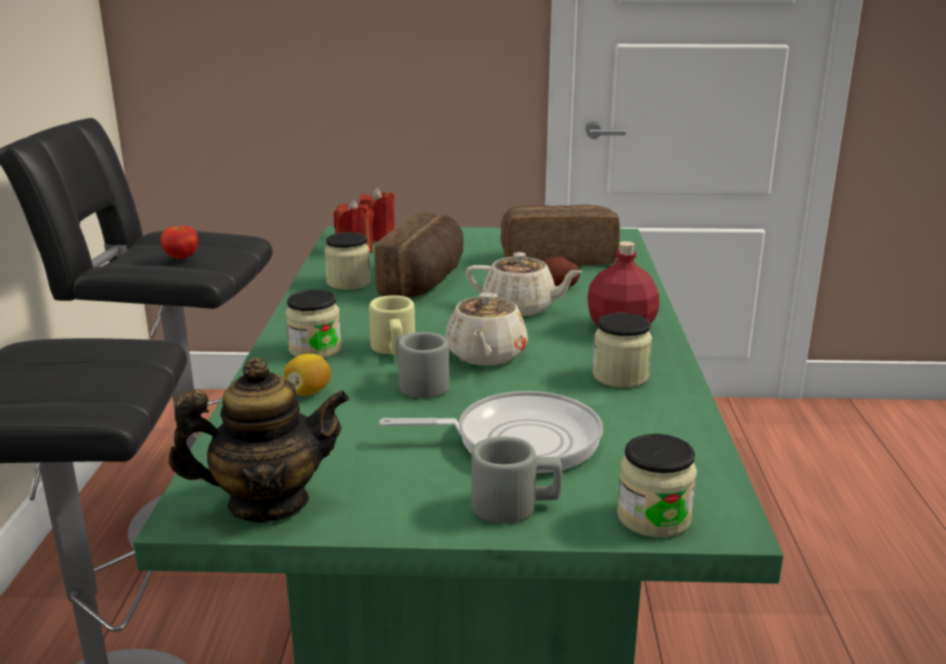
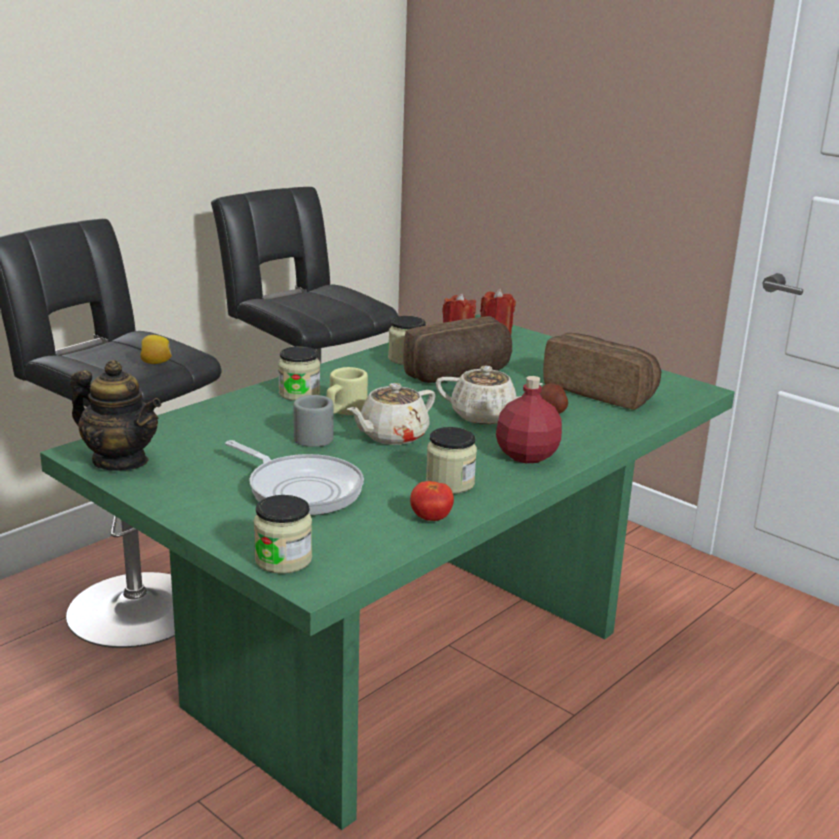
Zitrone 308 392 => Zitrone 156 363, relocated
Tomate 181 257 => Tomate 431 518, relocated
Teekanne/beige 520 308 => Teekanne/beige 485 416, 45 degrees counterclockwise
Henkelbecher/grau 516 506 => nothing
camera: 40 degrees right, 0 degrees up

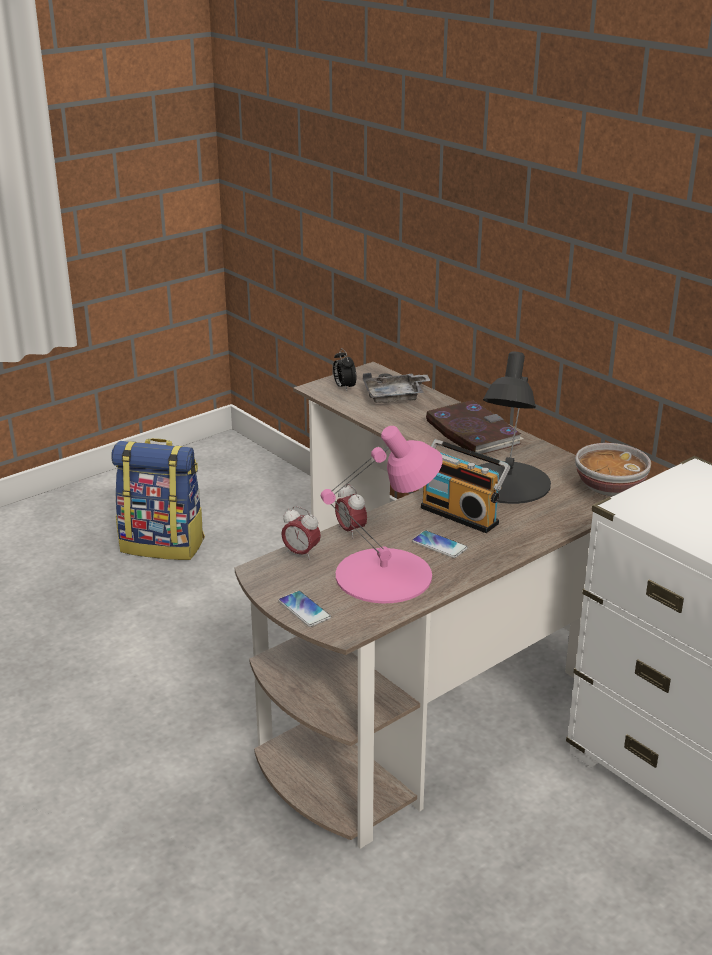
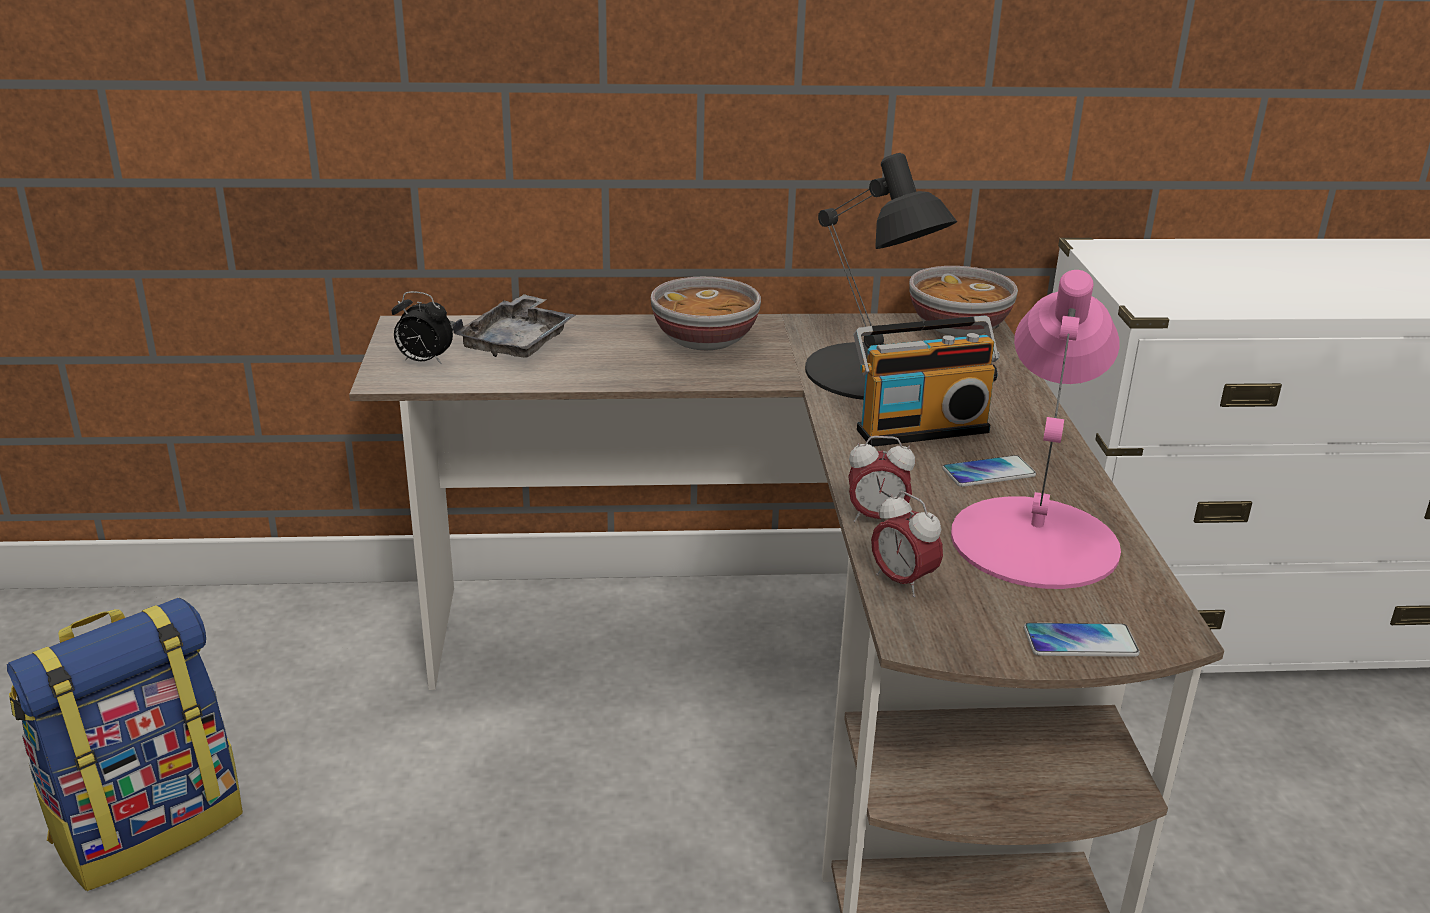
Buch 472 433 => Schüssel 705 340
Wecker 301 553 => Wecker 902 582, 75 degrees clockwise
camera: 55 degrees left, 0 degrees up

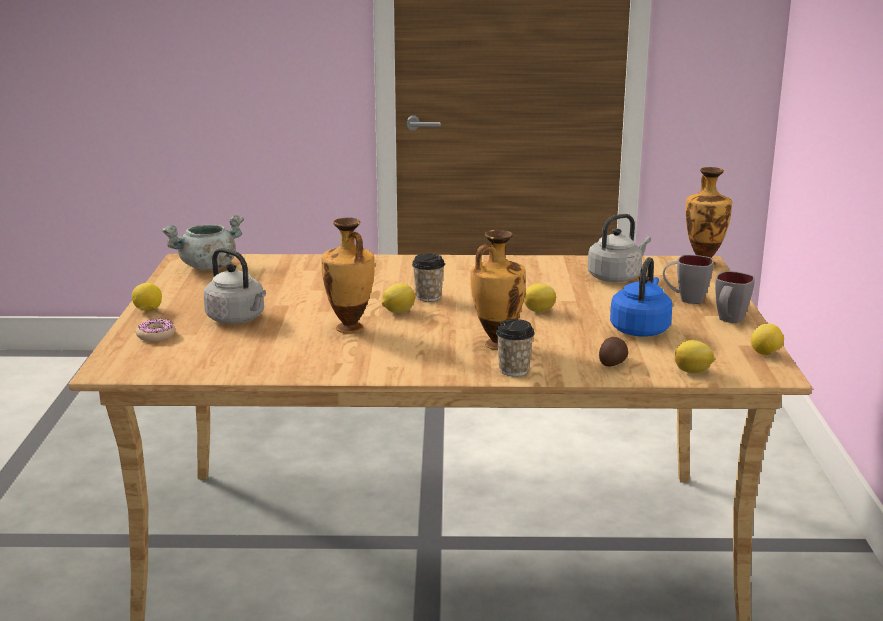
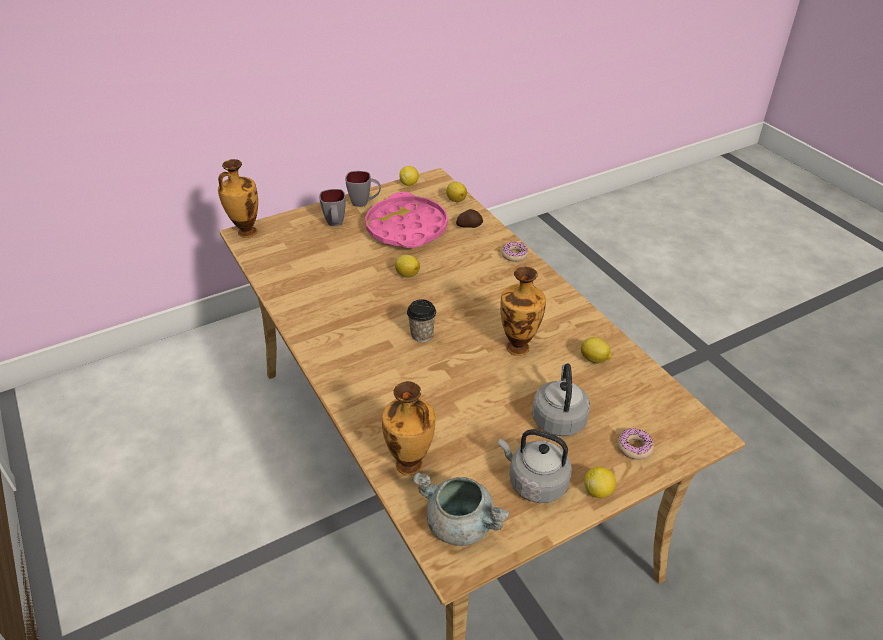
Wasserkessel/blau 640 329 => Tablett/rosa 406 228
Vase 496 344 => Vase 410 466, relocated
Wasserkessel/grau 616 277 => Wasserkessel/grau 534 482, relocated
Tasse 514 370 => Donut 514 255
Zitrone 398 311 => Zitrone 594 359, relocated
camera: 120 degrees left, 20 degrees up

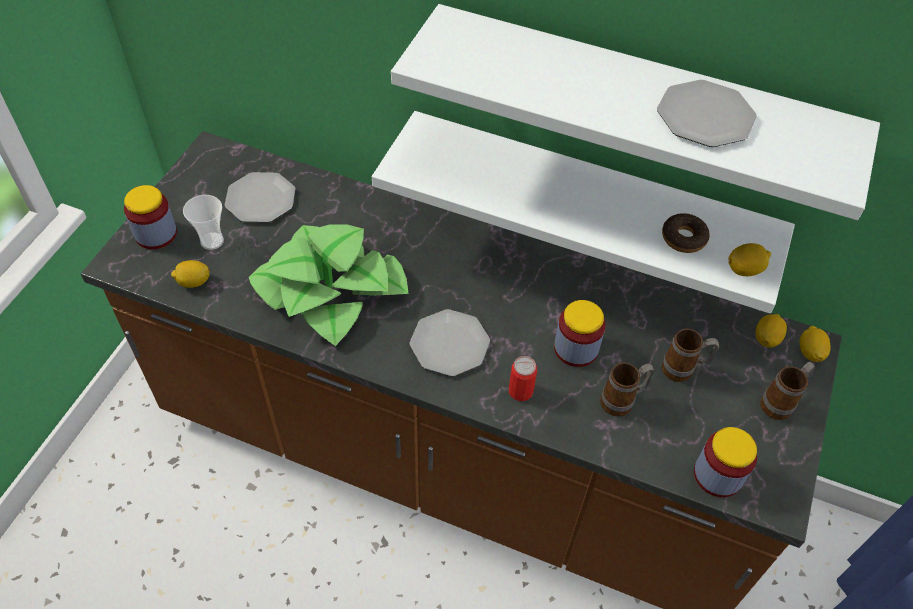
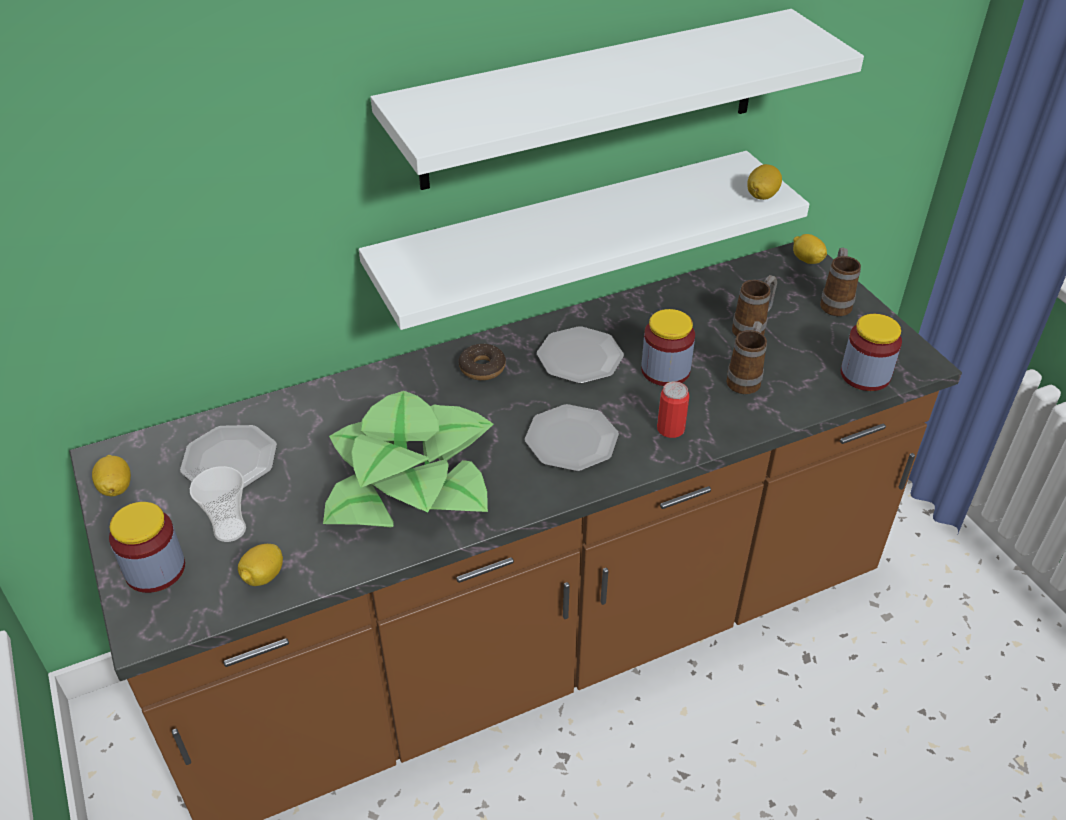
Zitrone 766 338 => Zitrone 116 487, relocated
Donut 683 238 => Donut 482 368, relocated
Teller 704 117 => Teller 580 358, relocated
camera: 45 degrees left, 10 degrees down

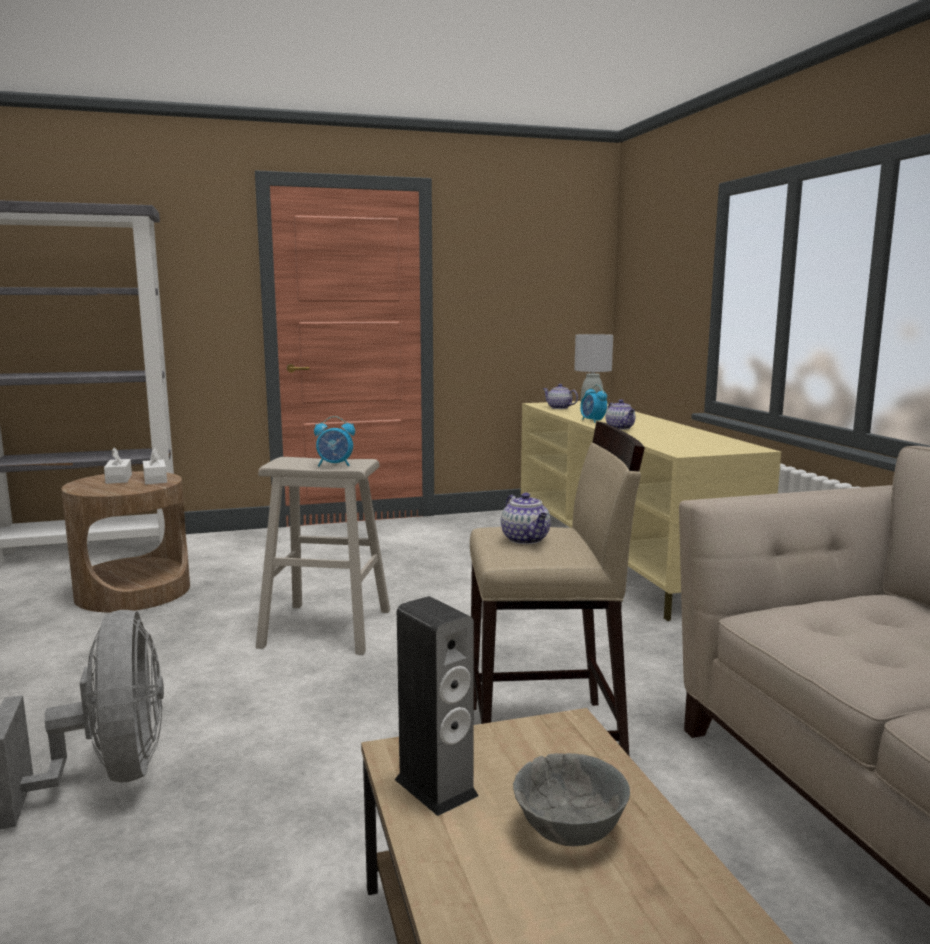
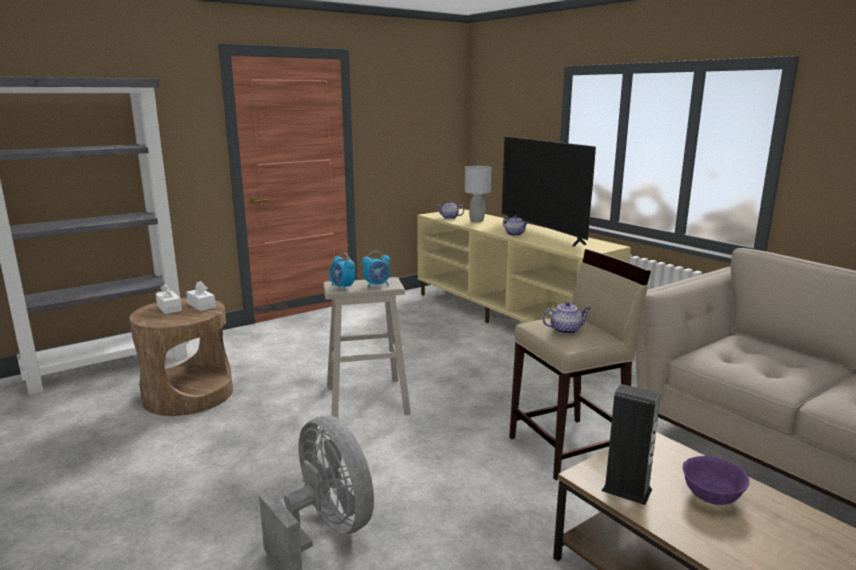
Wecker 592 421 => Wecker 342 287, relocated
nothing => Fernseher 541 233
Teekanne 526 540 => Teekanne 566 330, 60 degrees counterclockwise
Schüssel/grau 569 830 => Schüssel/lila 711 497
camera: 20 degrees left, 5 degrees up

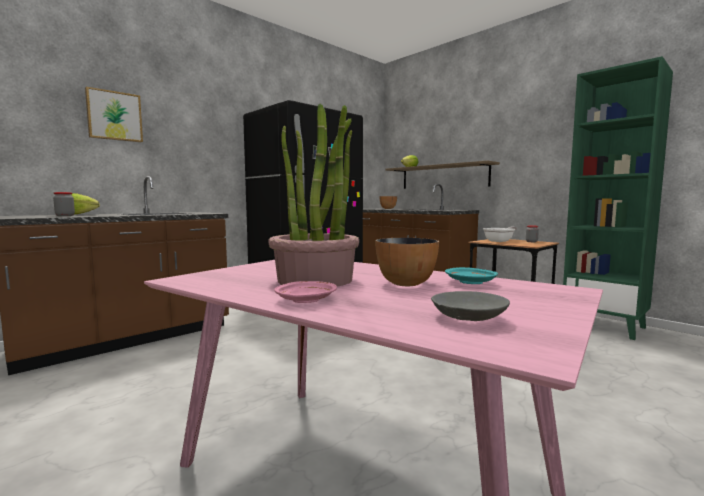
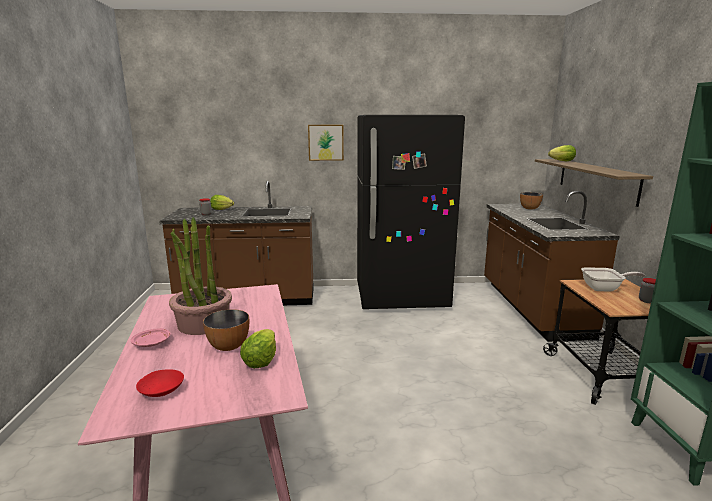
Schüssel/grau 467 317 => Schüssel/rot 161 390
Teller/türkis 470 282 => Salatkopf 260 361
Bild 114 116 => Bild 326 142, relocated
camera: 40 degrees right, 10 degrees up

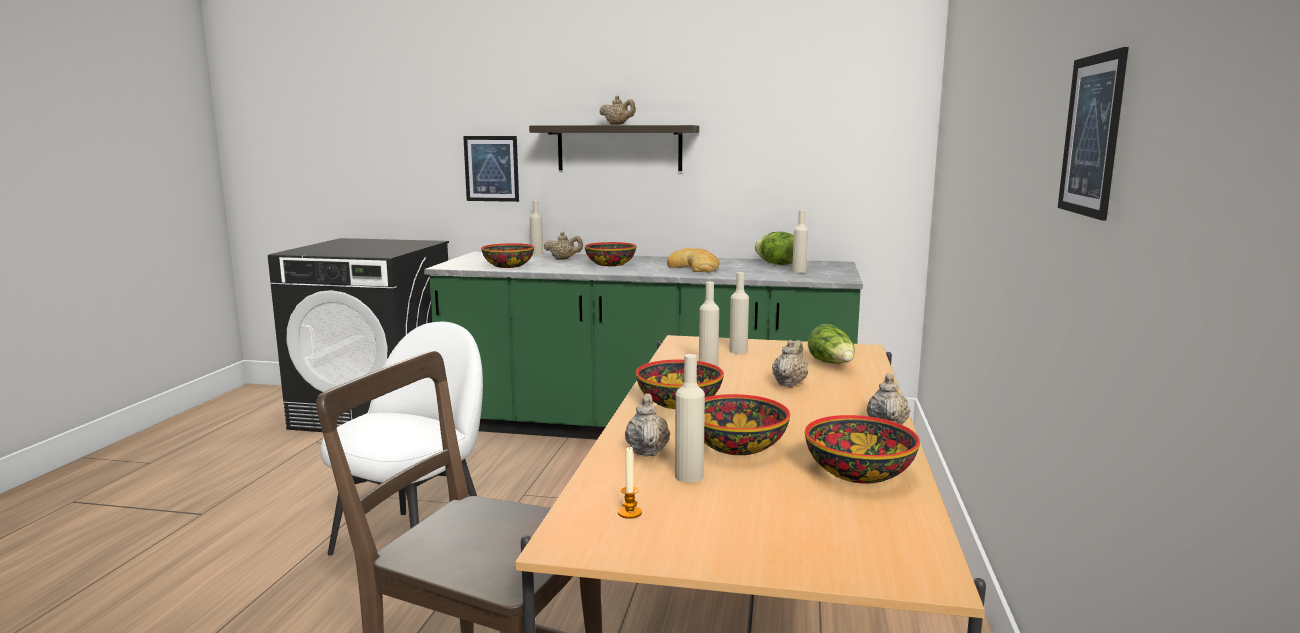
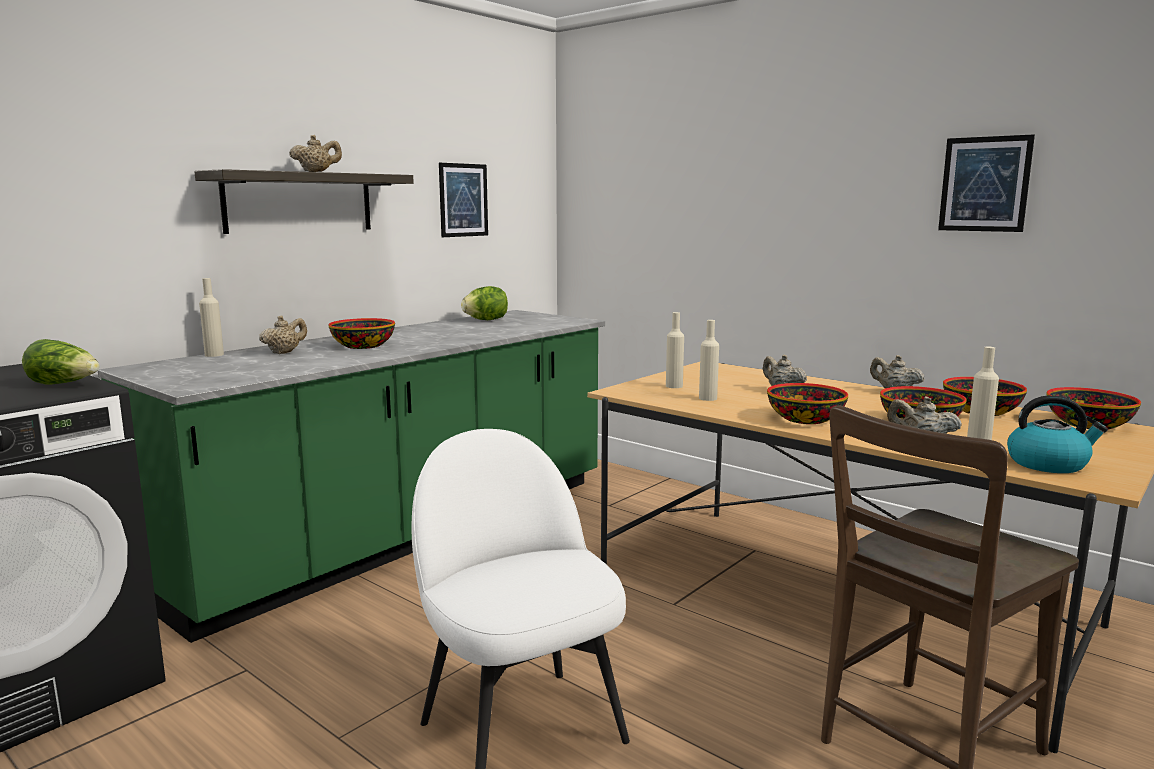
Salatkopf 832 364 => Salatkopf 65 384, relocated
Bild 491 168 => Bild 463 200, relocated
Kerze 629 513 => Wasserkessel 1048 464
Schüssel 508 266 => Schüssel 1089 425, relocated
Brot 694 268 => nothing
Flasche/beige 799 272 => nothing
camera: 60 degrees left, 0 degrees up

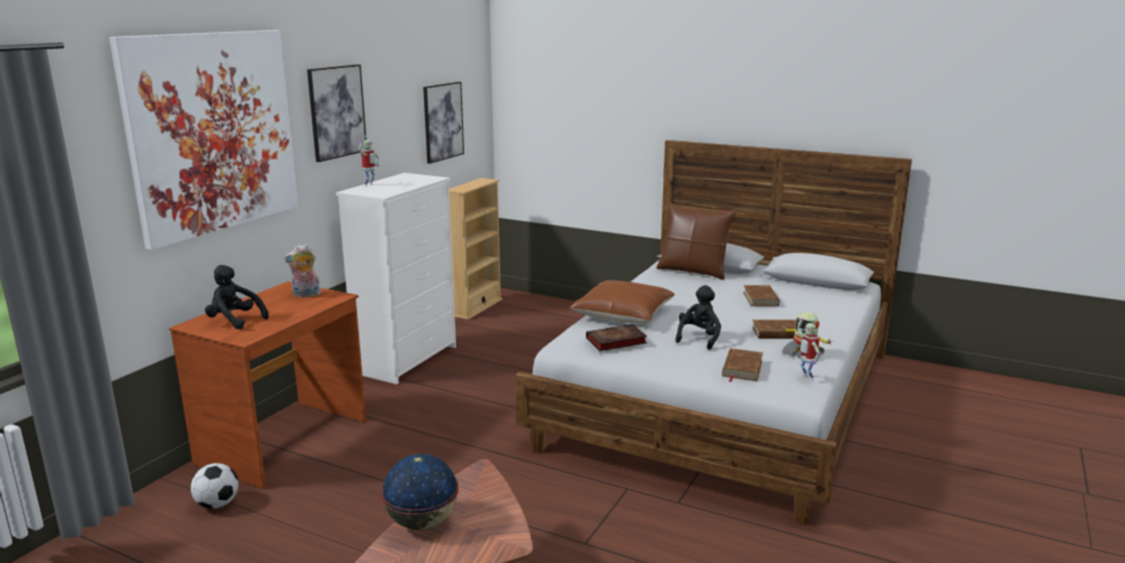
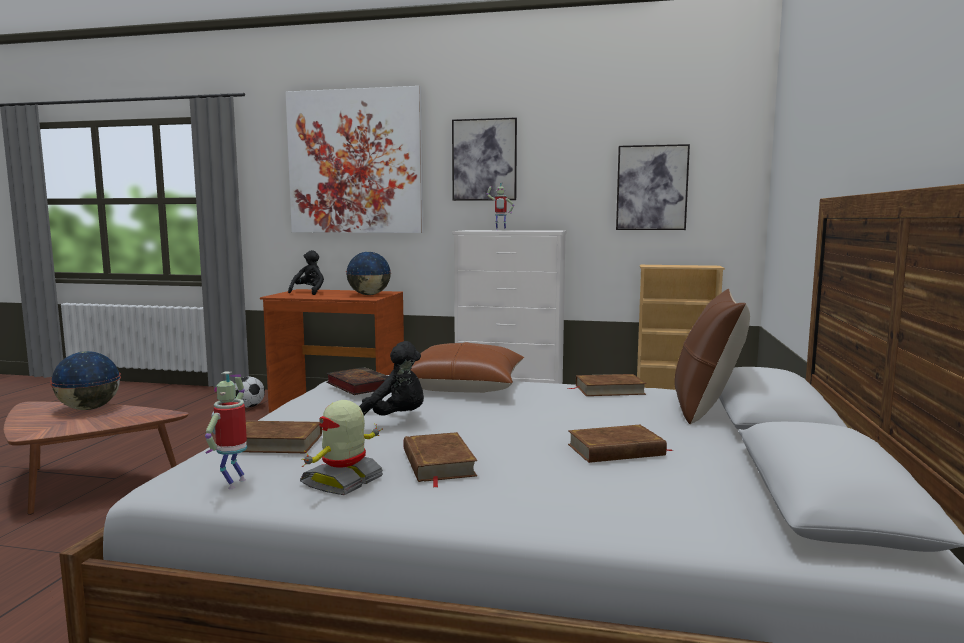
Spielzeugroboter 806 378 => Spielzeugroboter 233 483, 45 degrees counterclockwise
Plüschtier 306 295 => Globus 369 295
nothing => Buch/braun 609 390
camera: 75 degrees right, 10 degrees down

